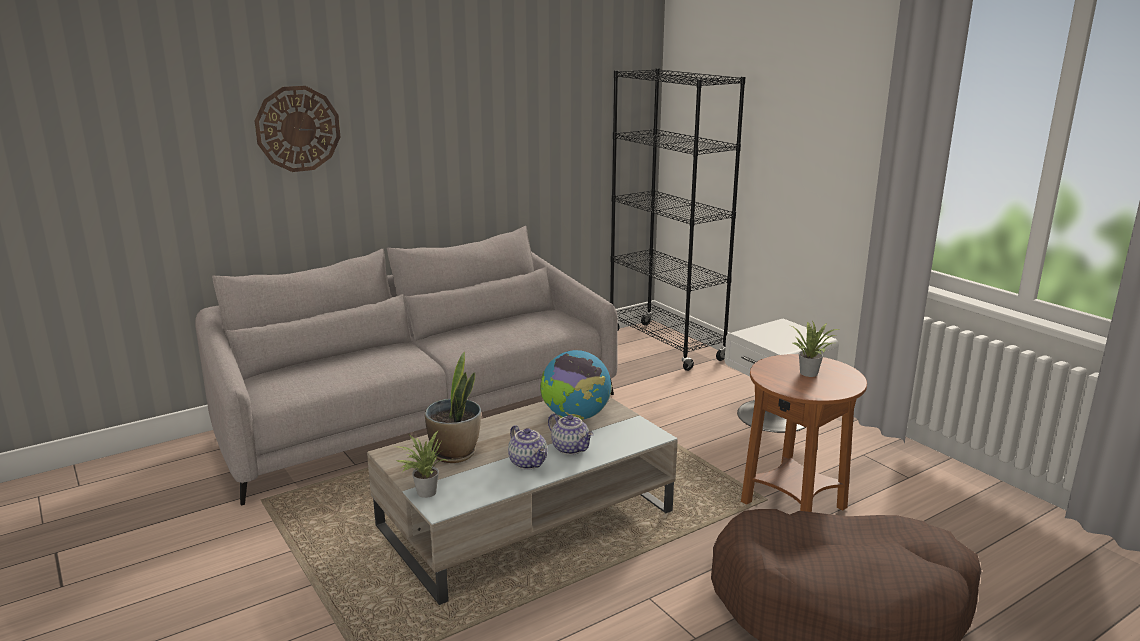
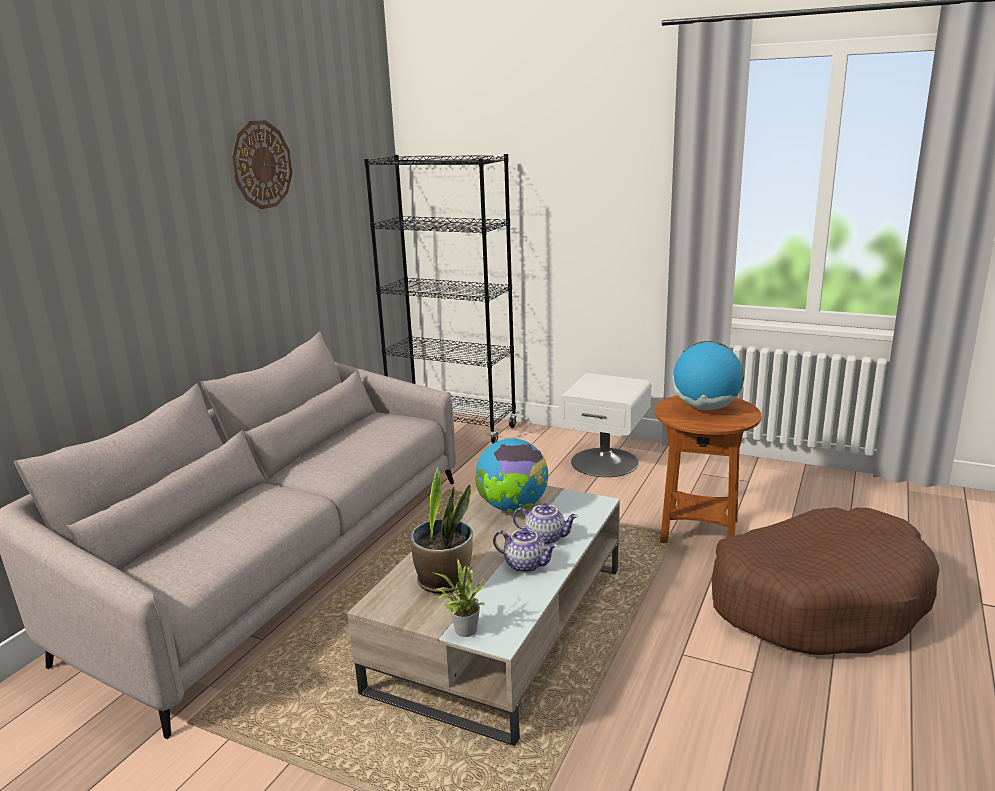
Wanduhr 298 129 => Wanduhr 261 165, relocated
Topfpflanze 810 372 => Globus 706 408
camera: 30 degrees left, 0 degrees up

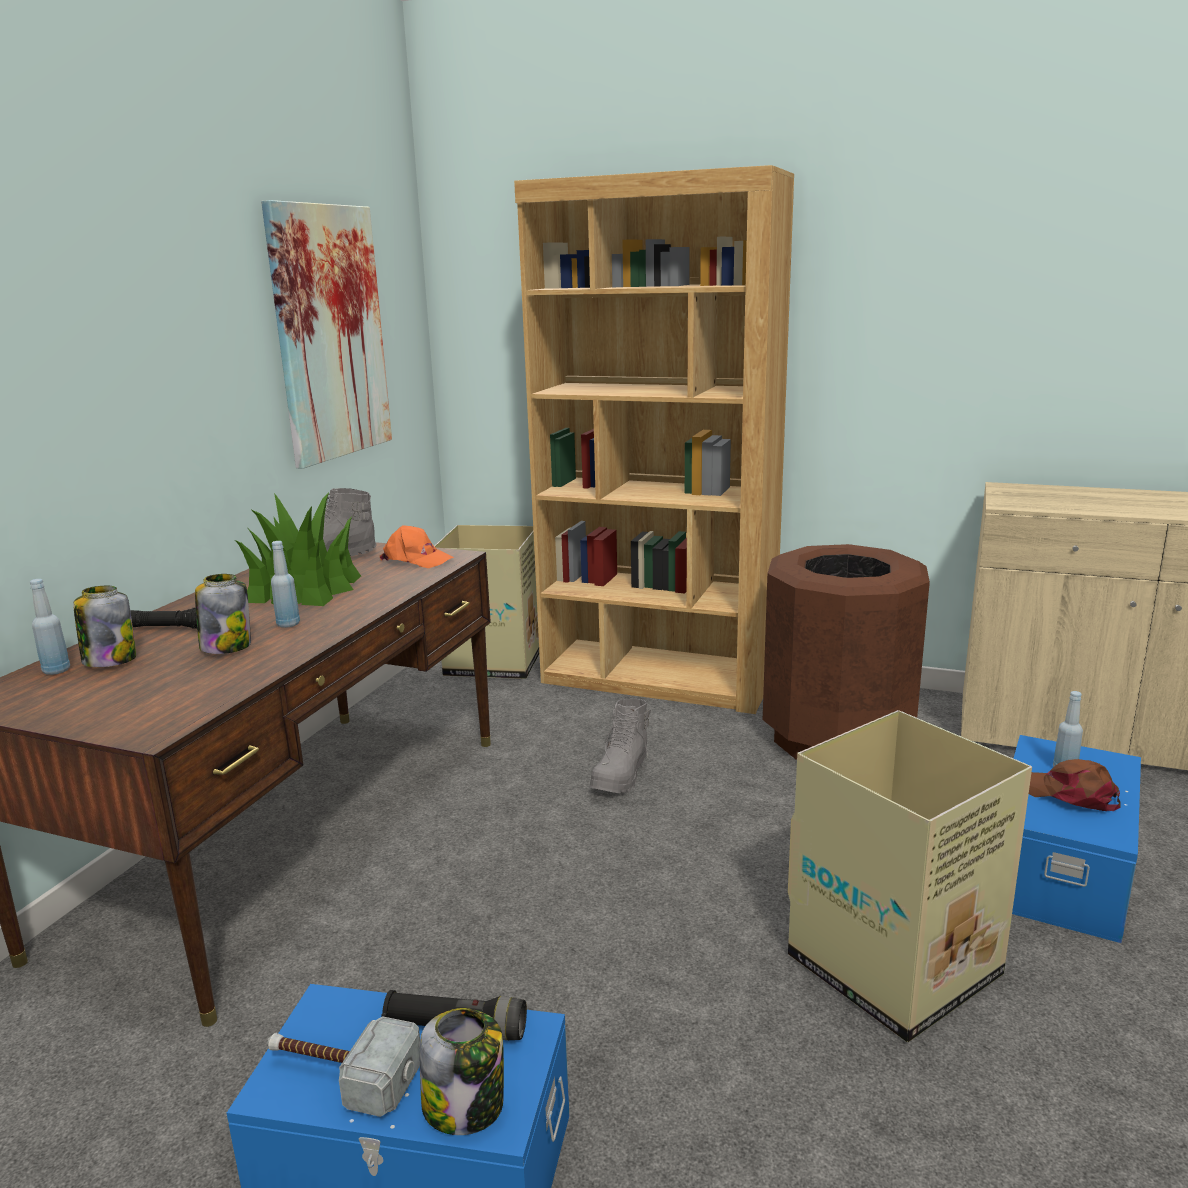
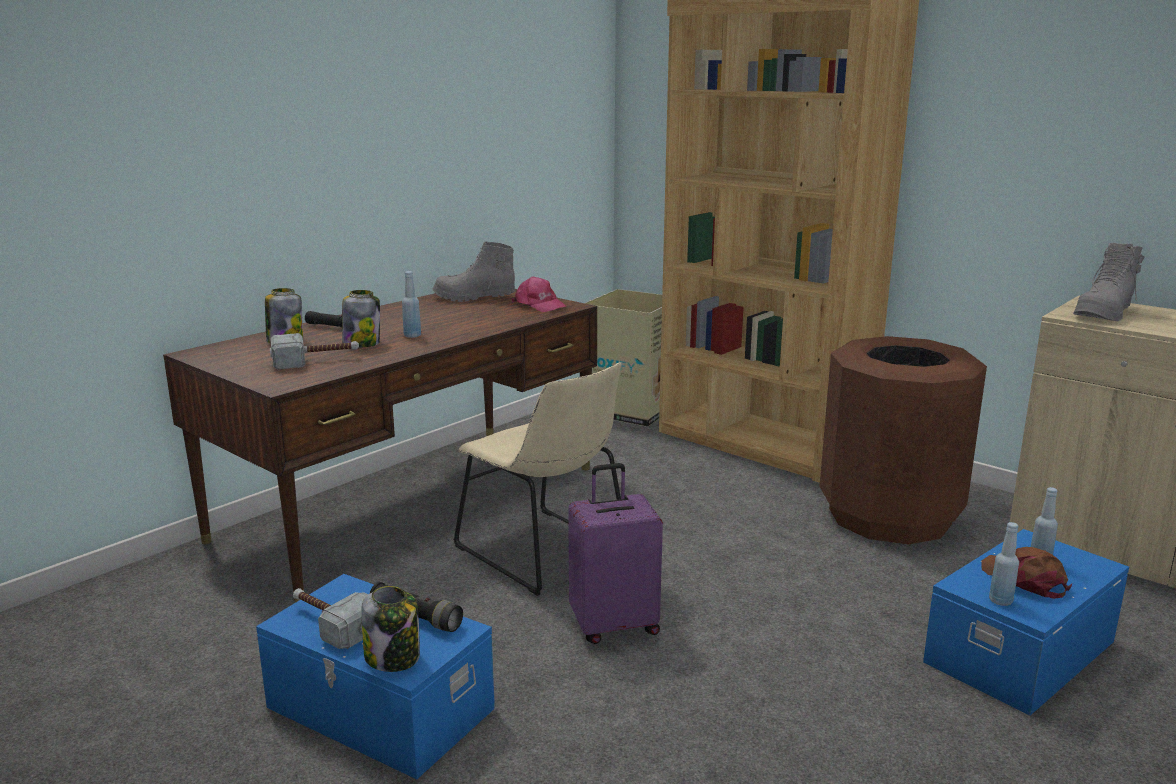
nothing => Hammer 316 361
nothing => Stuhl/beige 546 553
Kappe/orange 416 559 => Kappe/rosa 539 305
nothing => Koffer/lila 614 625
Flasche/blau 56 671 => Flasche/blau 1000 601, relocated
Stiefel/grau 622 775 => Stiefel/grau 1105 314, relocated
Topfpflanze 304 589 => nothing
Bild 330 333 => nothing
Karton 896 965 => nothing
camera: 20 degrees right, 0 degrees up

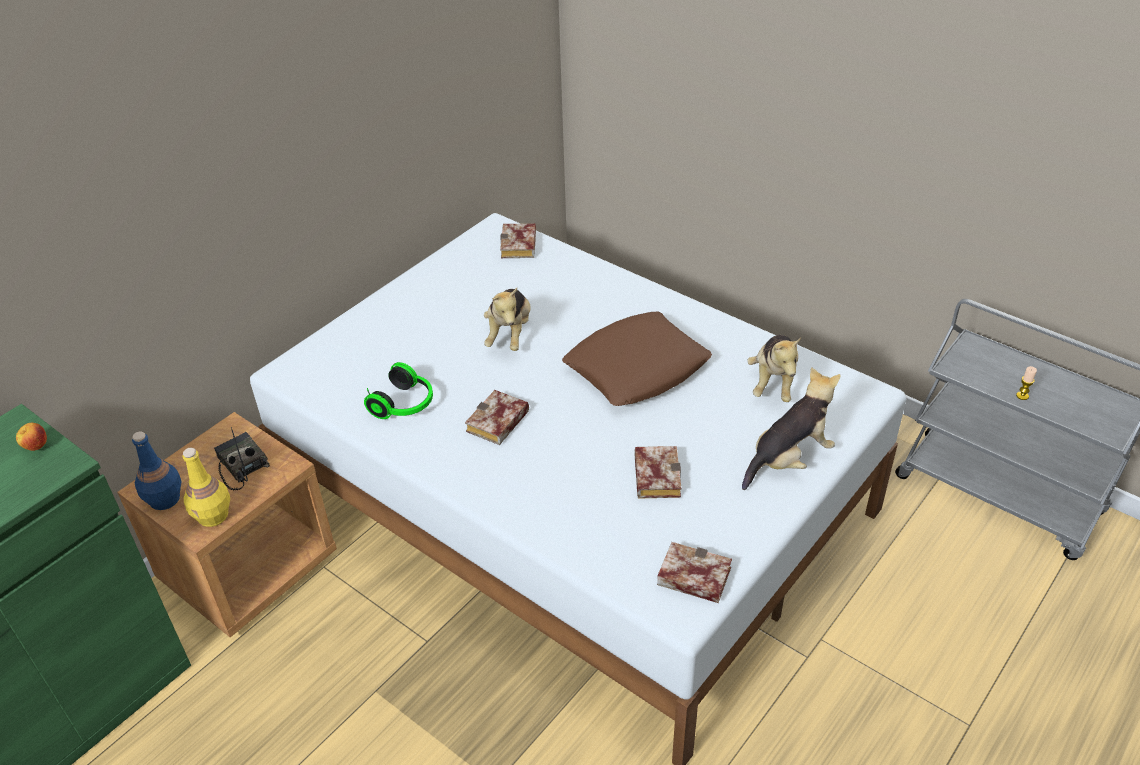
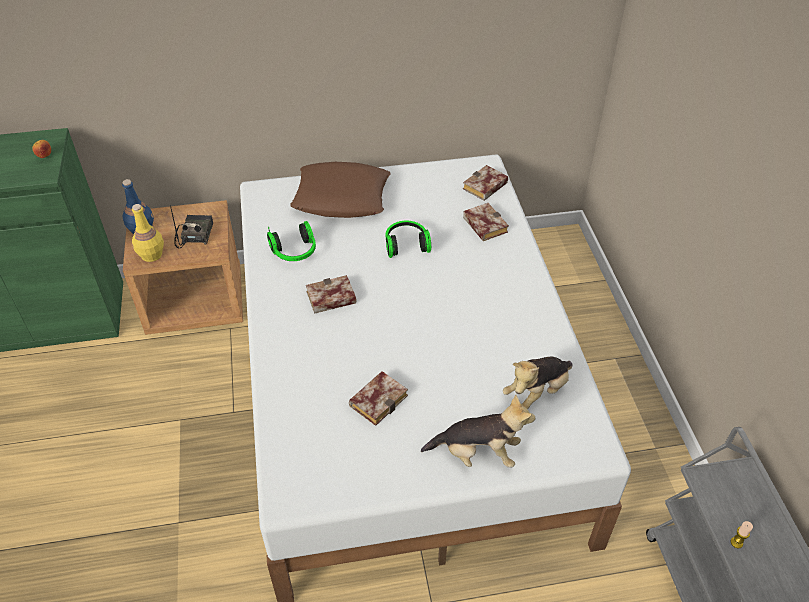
Kissen/braun 637 368 => Kissen/braun 342 197, relocated
Plüschtier 509 334 => Kopfhörer 406 245
Buch 690 578 => Buch 483 225, relocated
camera: 40 degrees right, 5 degrees up

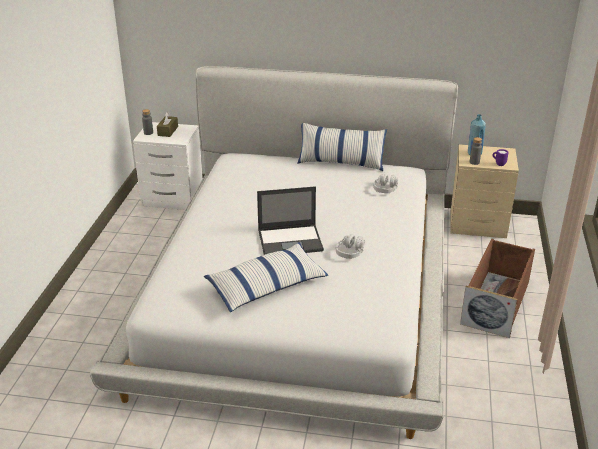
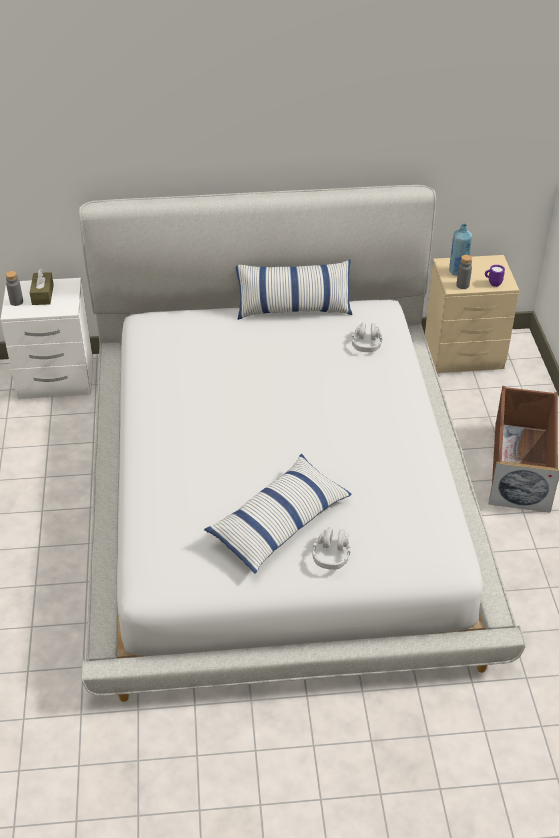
Kopfhörer/grau 350 252 => Kopfhörer/grau 331 554, relocated
Laptop 291 240 => nothing
camera: 15 degrees left, 10 degrees up

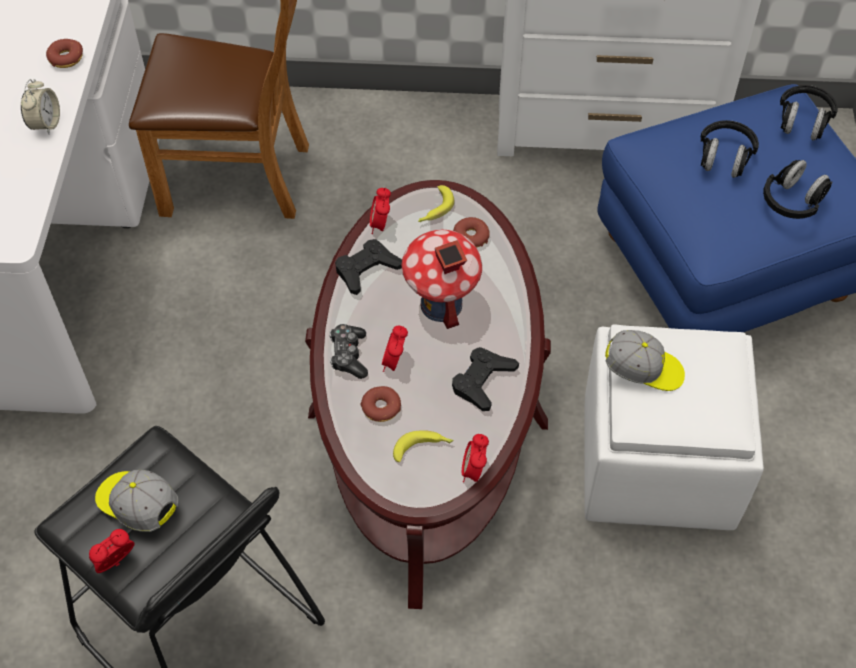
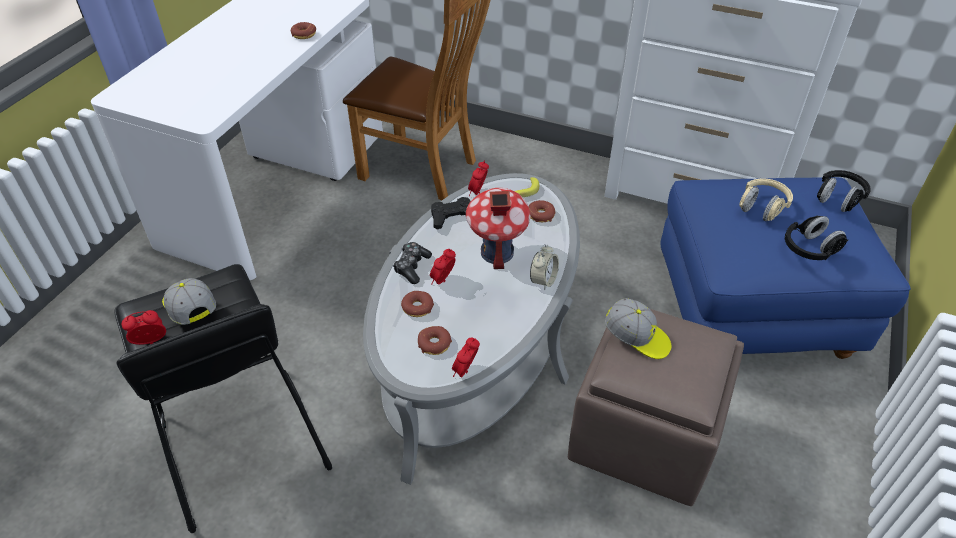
Couchtisch/braun 428 418 => Couchtisch/grau 478 350
Banane 423 448 => Donut 434 344
Wecker 45 124 => Wecker 543 281, relocated
Polsterhocker/weiß 655 461 => Polsterhocker/braun 643 433
Kopfhörer/schwarz 724 158 => Kopfhörer/beige 762 207
Gamepad/schwarz 482 381 => nothing
camera: 20 degrees right, 10 degrees down

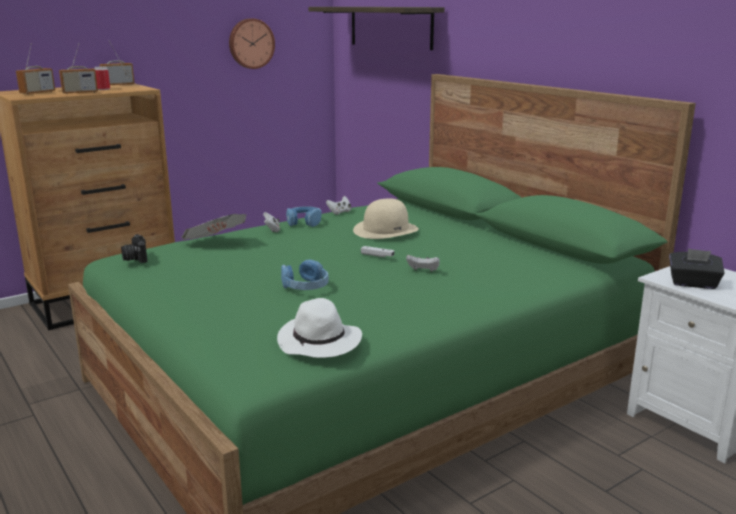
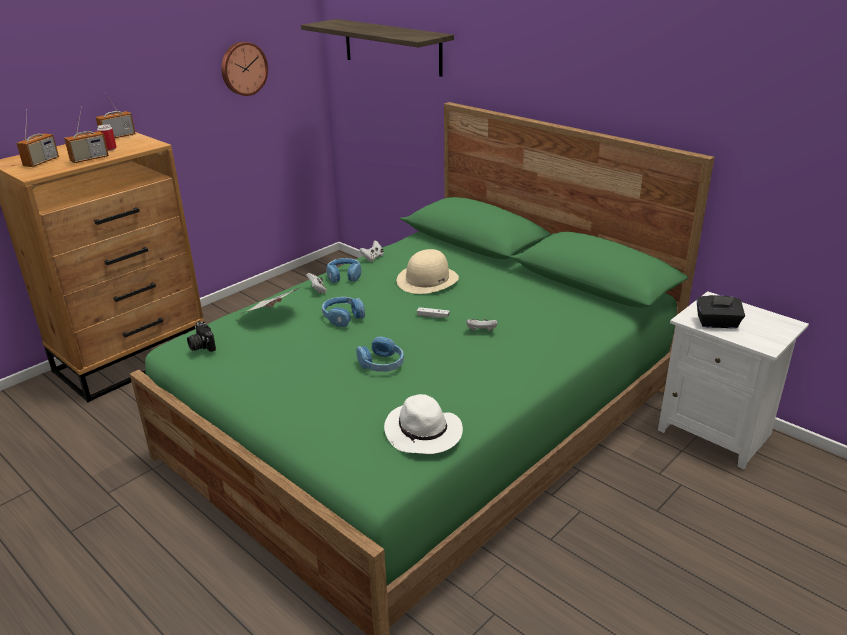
nothing => Kopfhörer/blau 343 317
camera: 10 degrees left, 10 degrees up

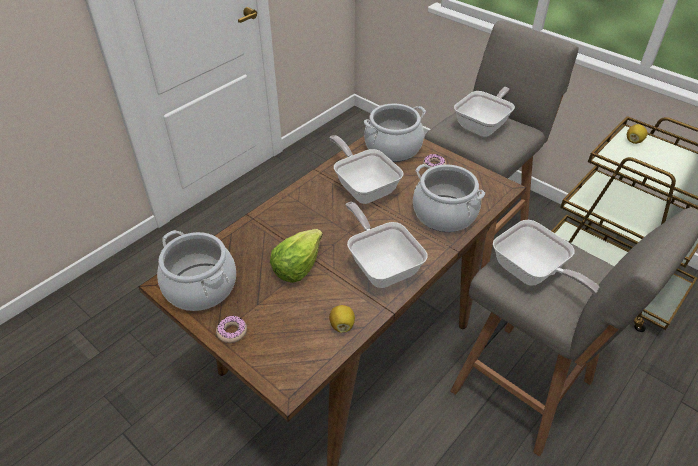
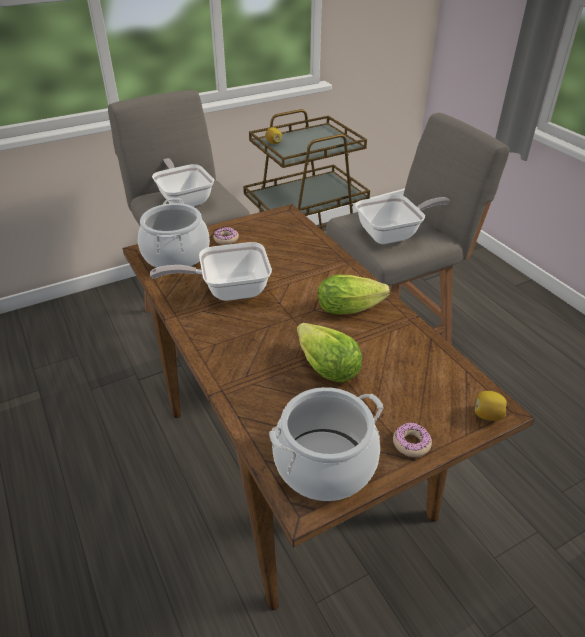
Pfanne 381 265 => Salatkopf 353 307
Zitrone 342 325 => Zitrone 487 415, relocated
Kochtopf 444 214 => nothing
camera: 70 degrees left, 5 degrees down

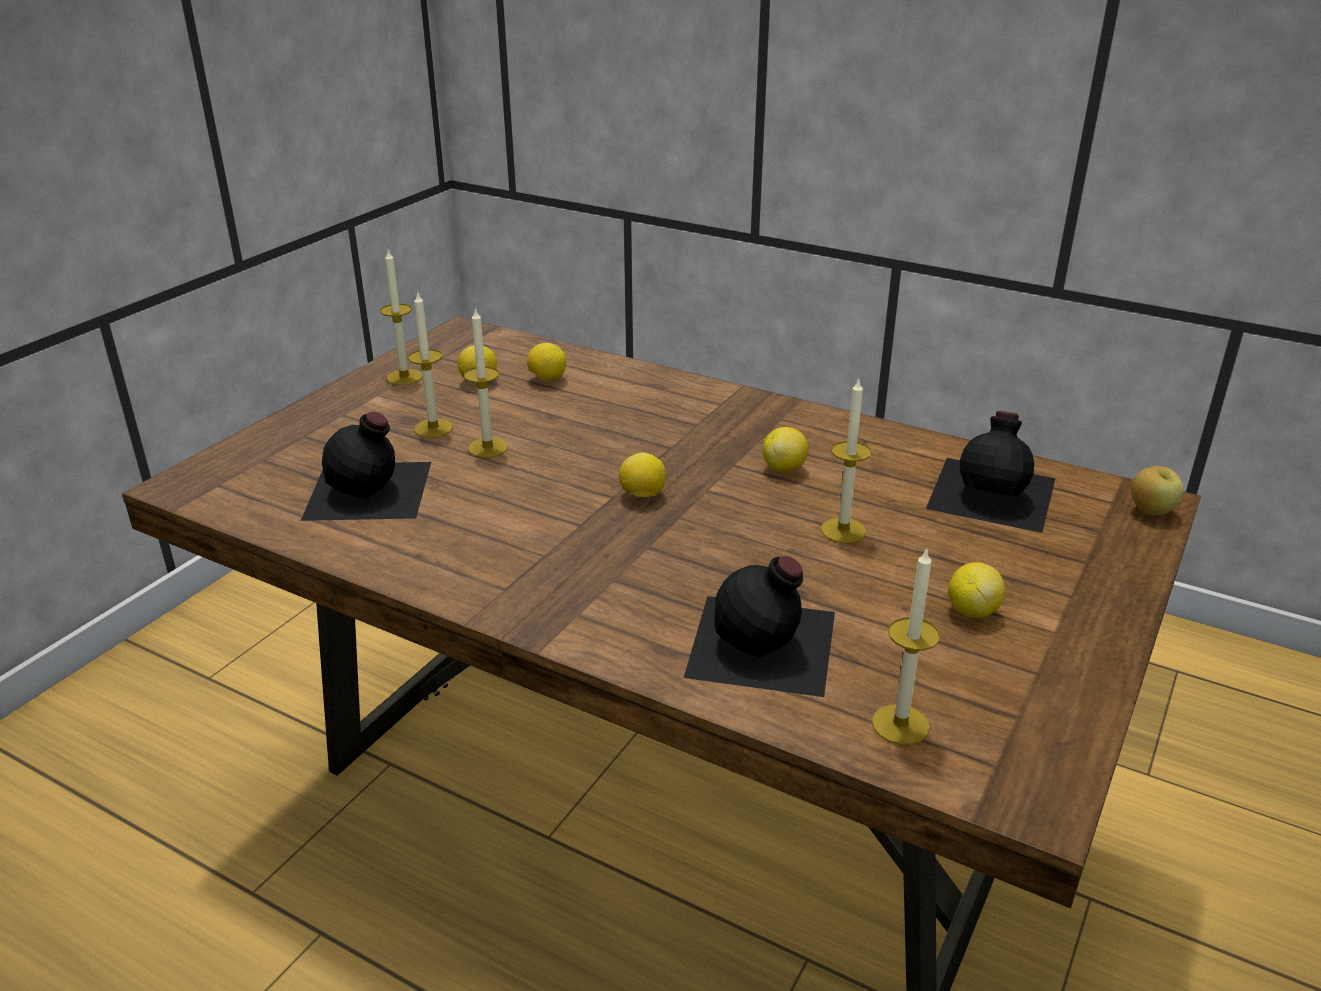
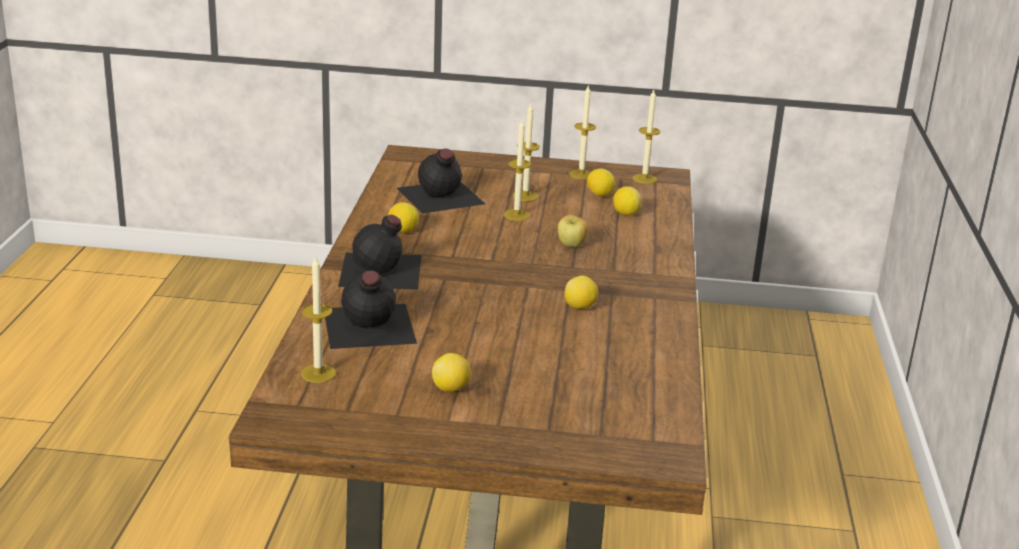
Flasche/schwarz 994 492 => Flasche/schwarz 382 271, relocated
Zitrone 642 495 => Zitrone 402 231, relocated
Apfel 1151 511 => Apfel 571 245, relocated
Kerze 843 530 => Kerze 644 179, relocated
camera: 65 degrees right, 5 degrees down

